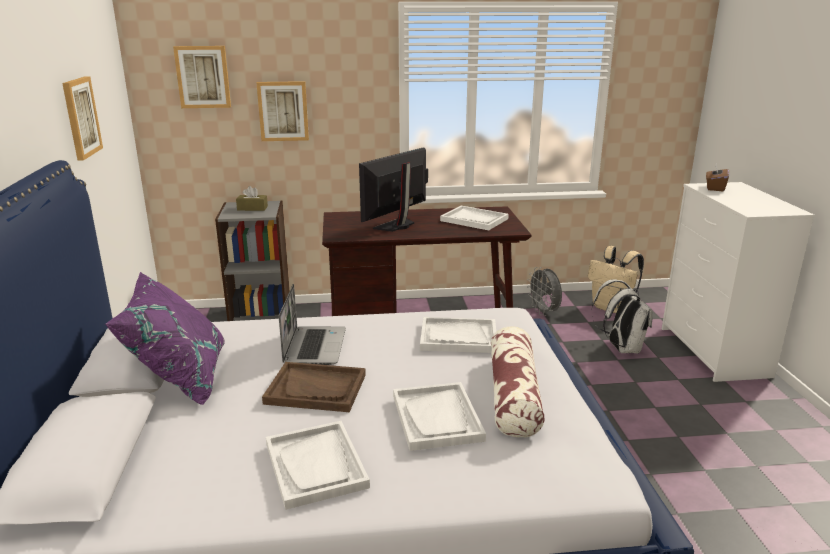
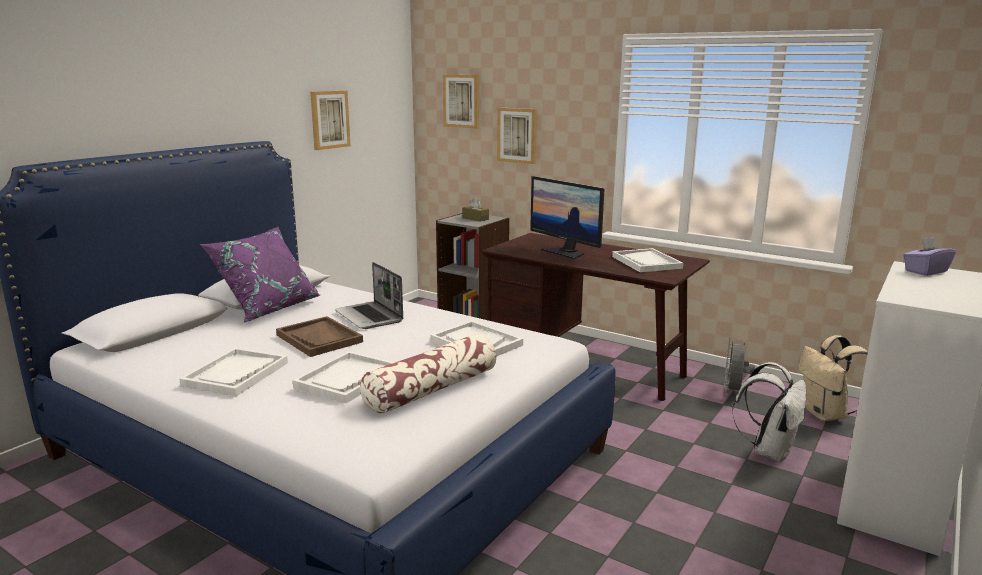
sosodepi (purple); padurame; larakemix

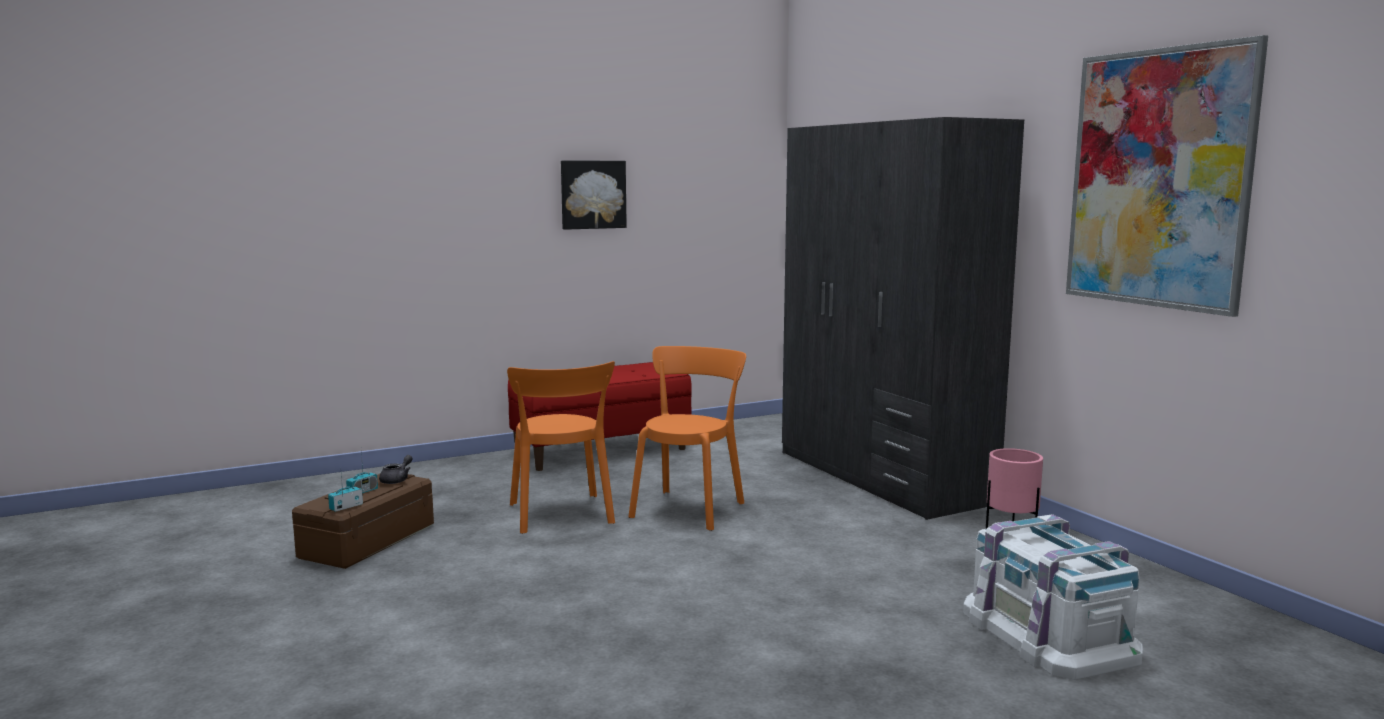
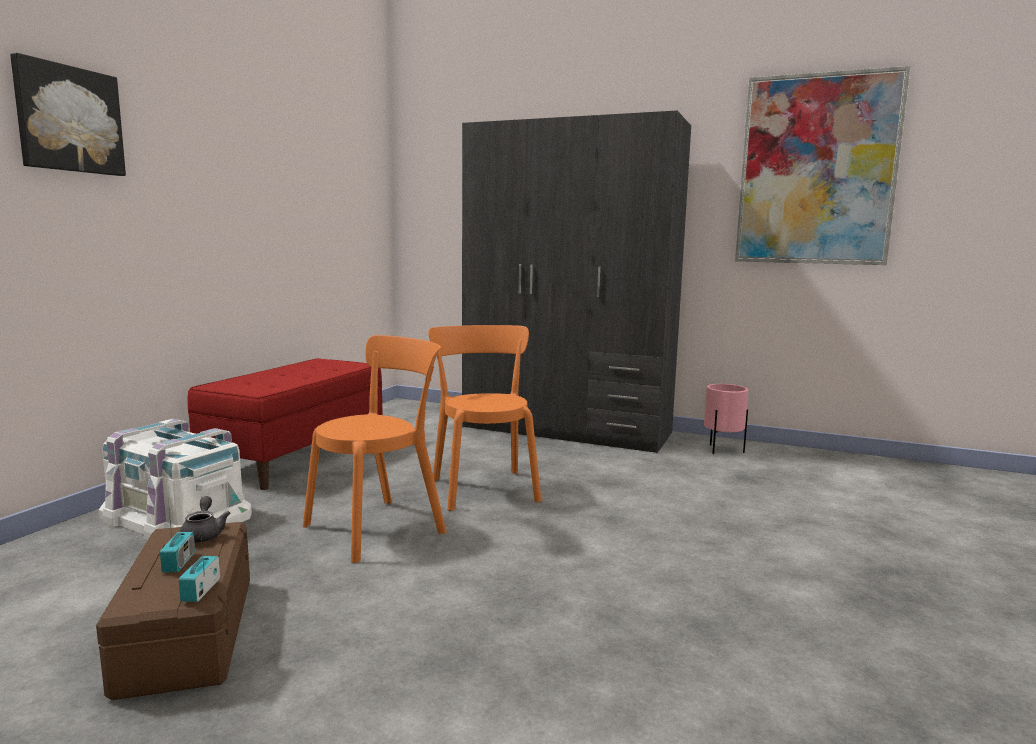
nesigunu (no. 1 from left); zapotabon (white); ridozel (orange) (no. 1 from left)

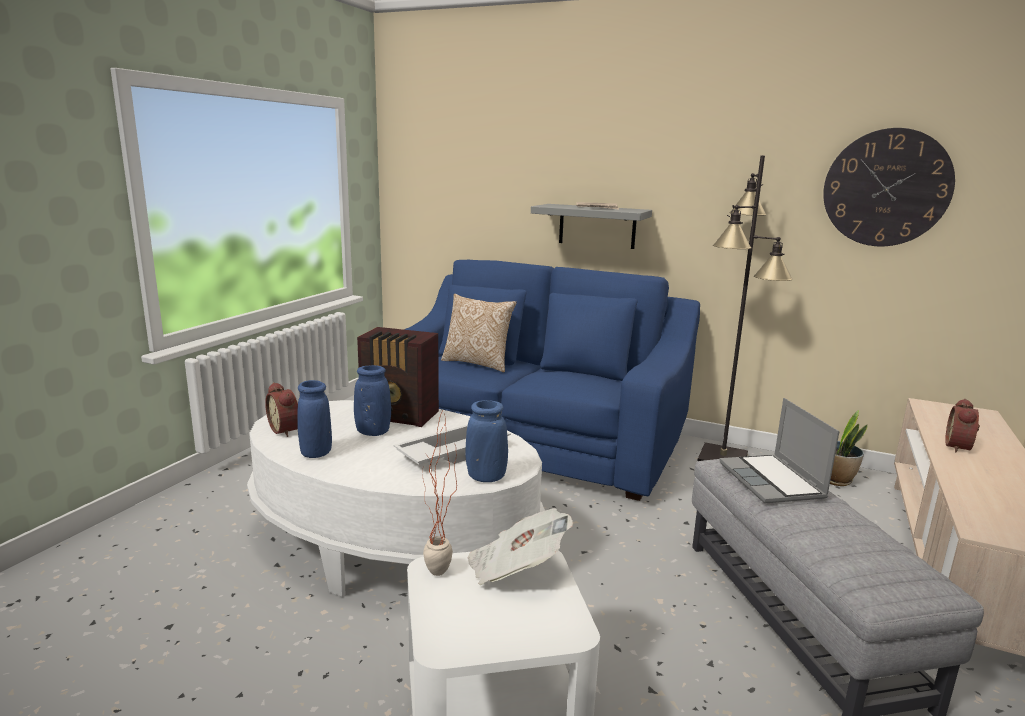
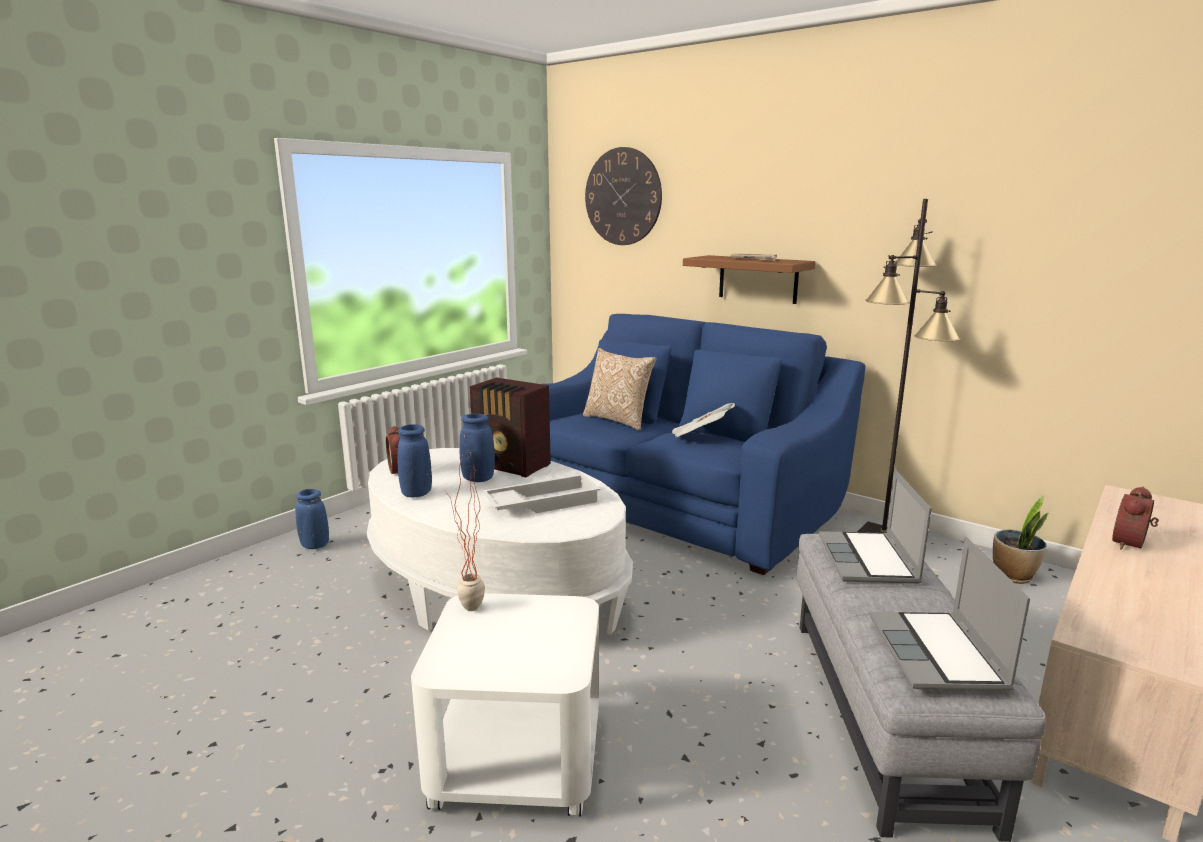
padurame (no. 2 from left); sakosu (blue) (no. 1 from left); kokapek (no. 1 from left); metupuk; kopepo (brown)

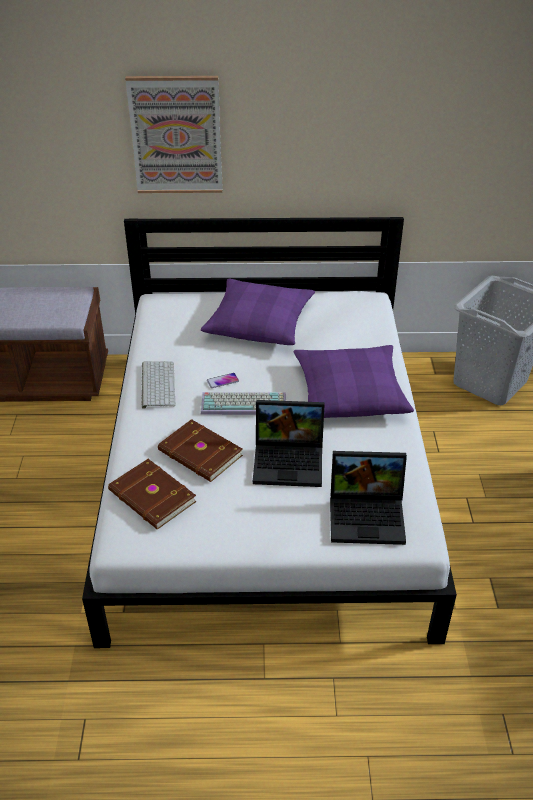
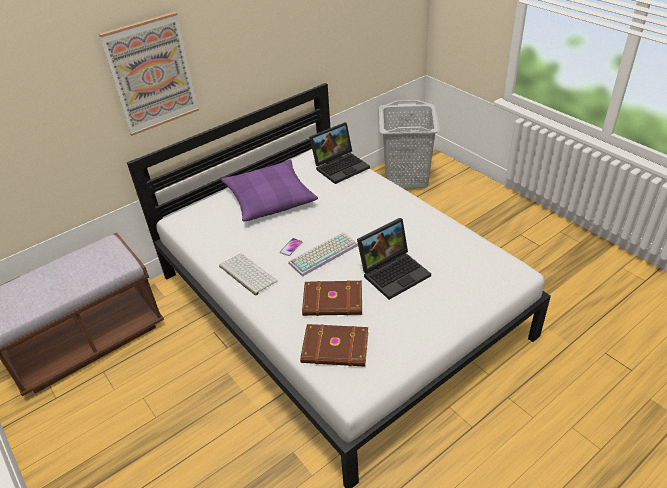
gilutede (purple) (no. 2 from left in the first image); padurame (no. 1 from left)

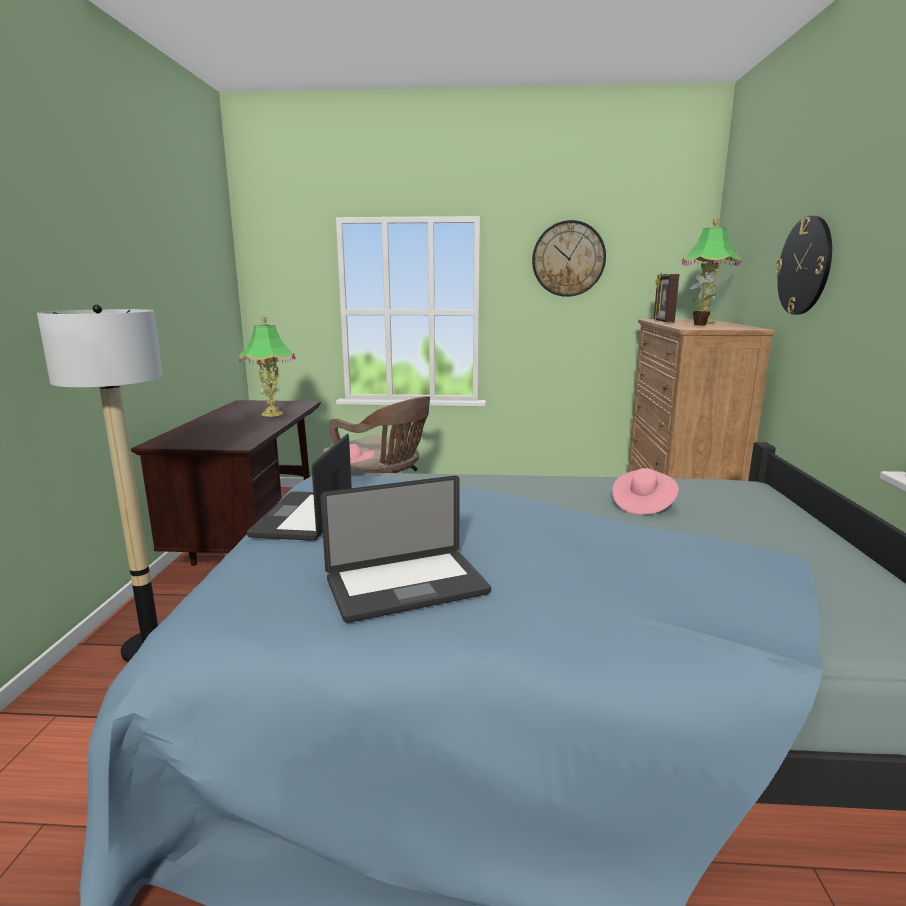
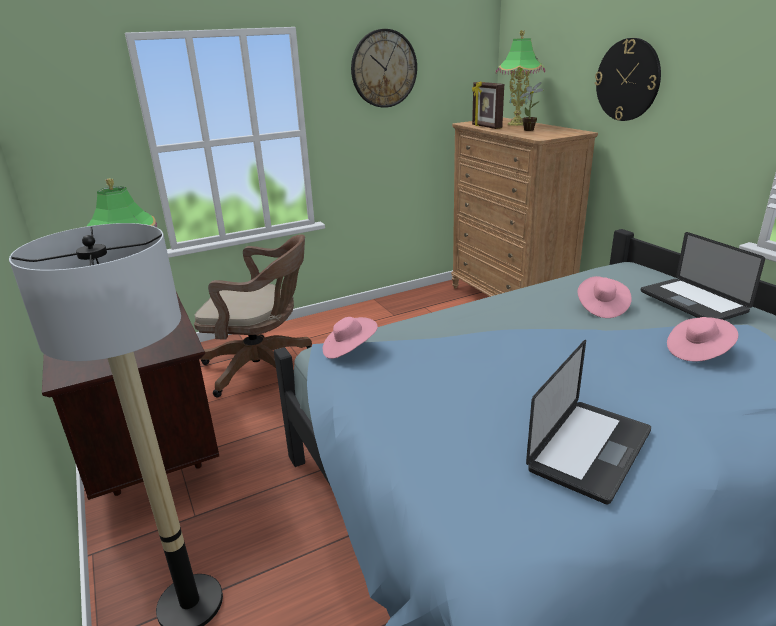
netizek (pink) (no. 3 from left); padurame (no. 2 from left)

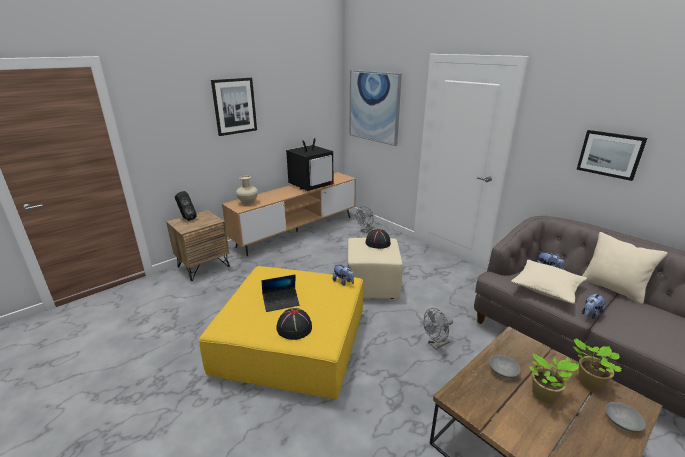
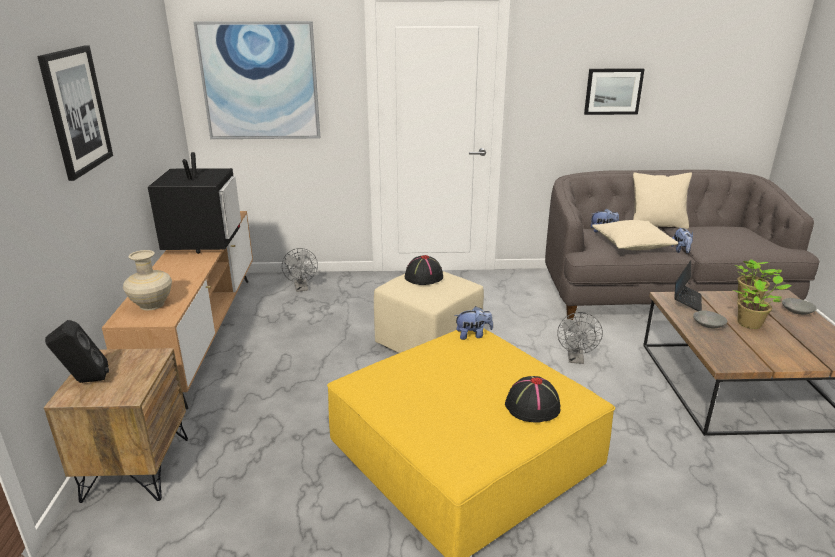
padurame

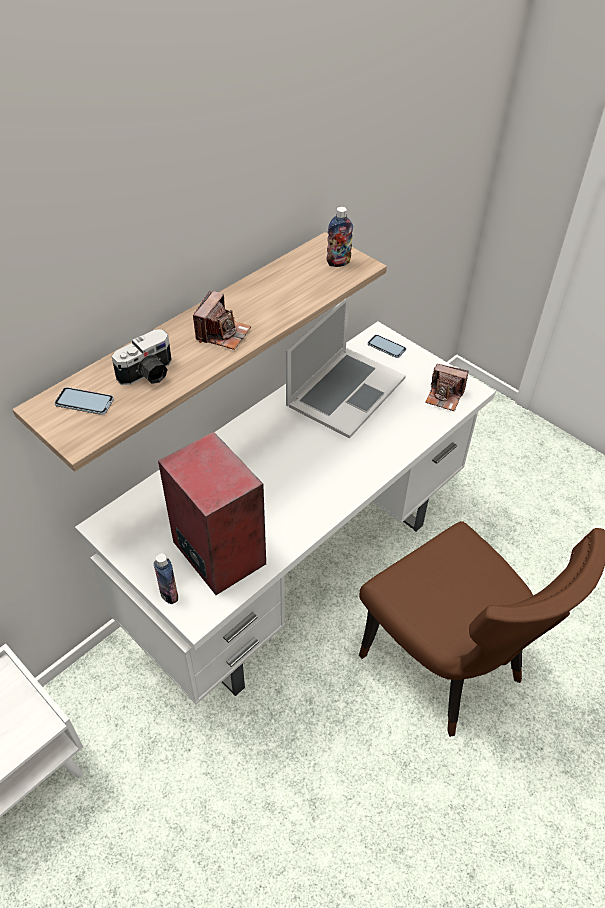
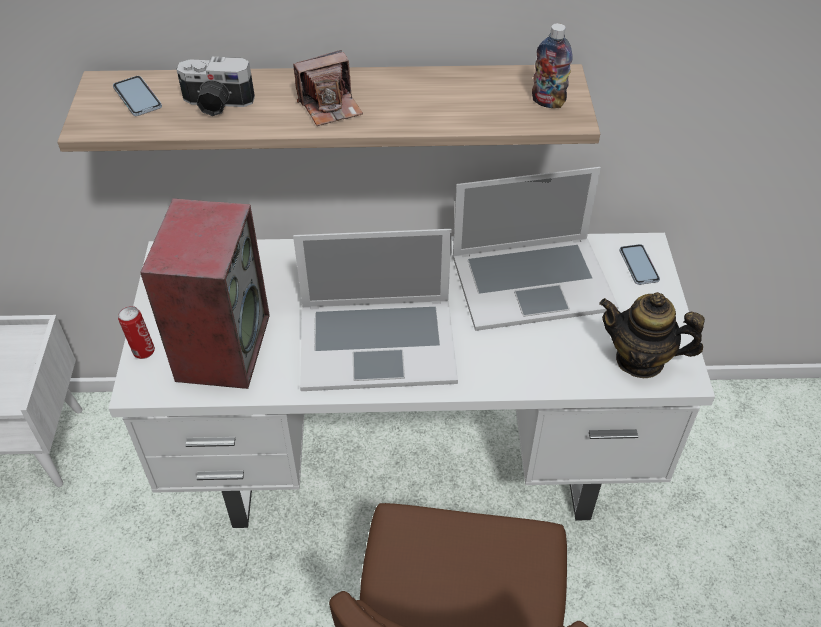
padurame (no. 1 from left); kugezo; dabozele

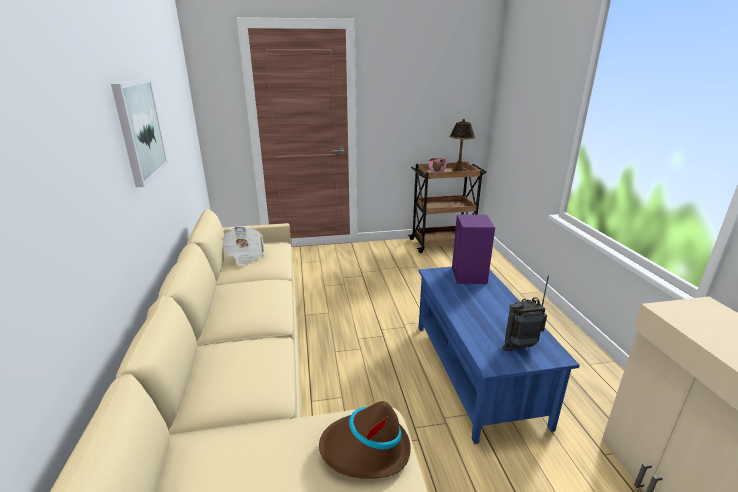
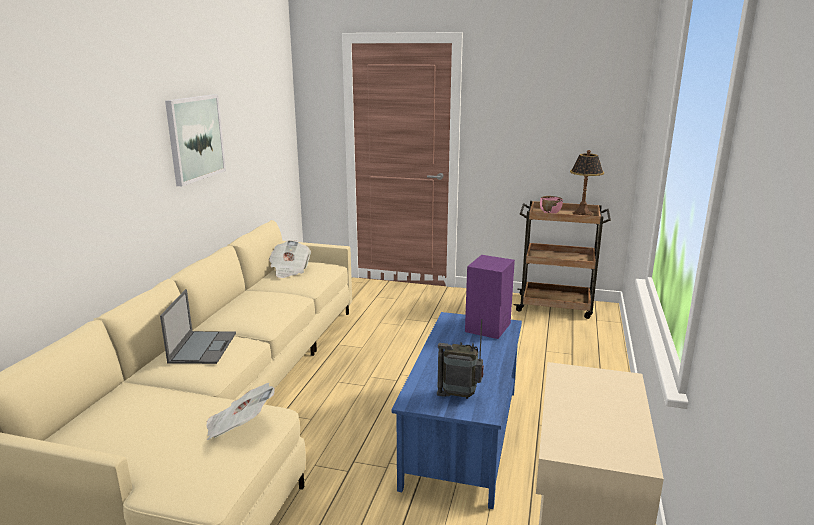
padurame; kokapek (no. 1 from left)

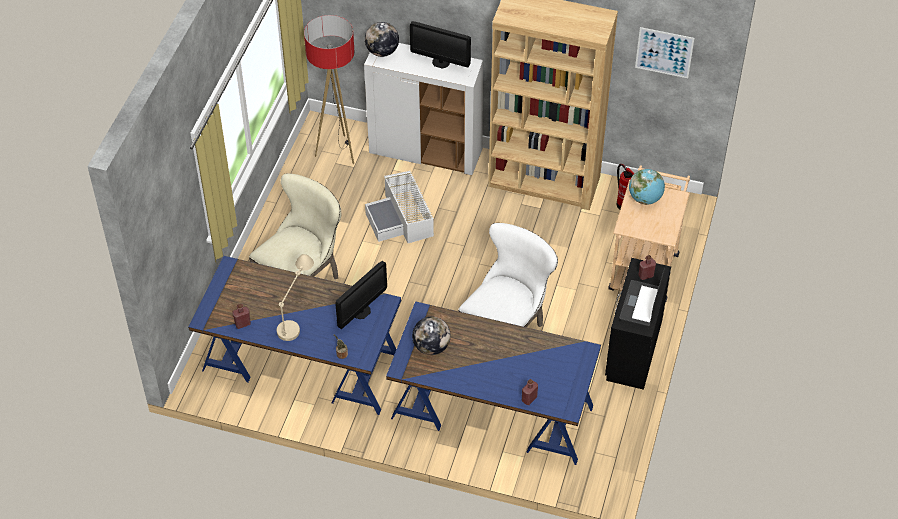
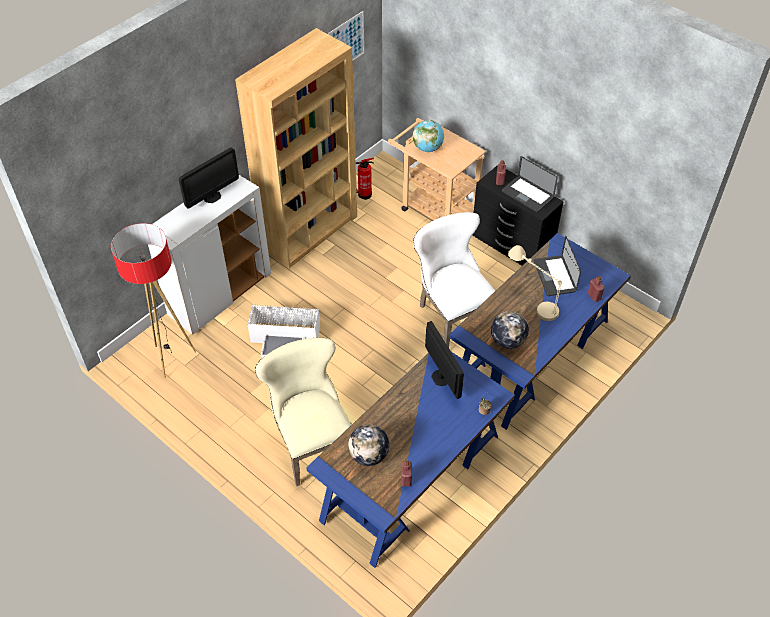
padurame (no. 2 from left); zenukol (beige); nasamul (no. 1 from left)

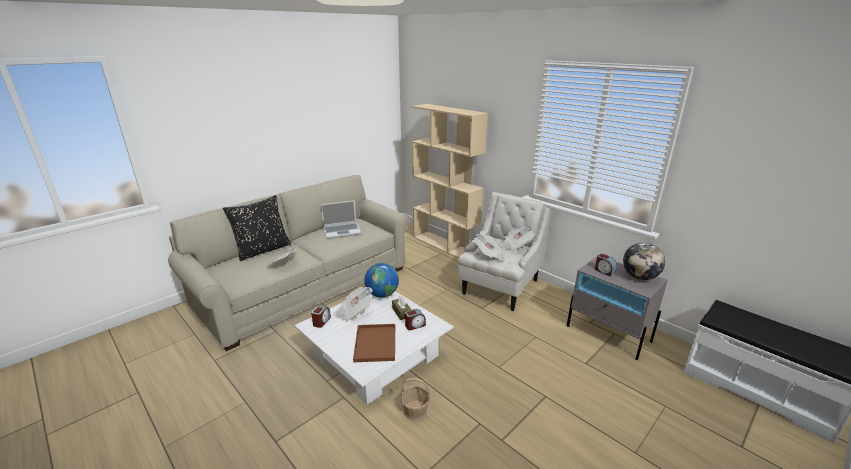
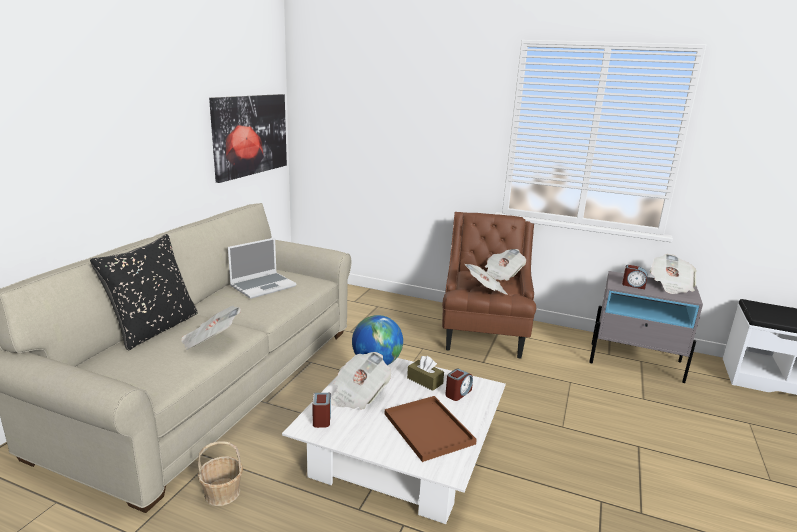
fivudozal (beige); nesigunu; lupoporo; kokapek (no. 5 from left); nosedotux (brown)

